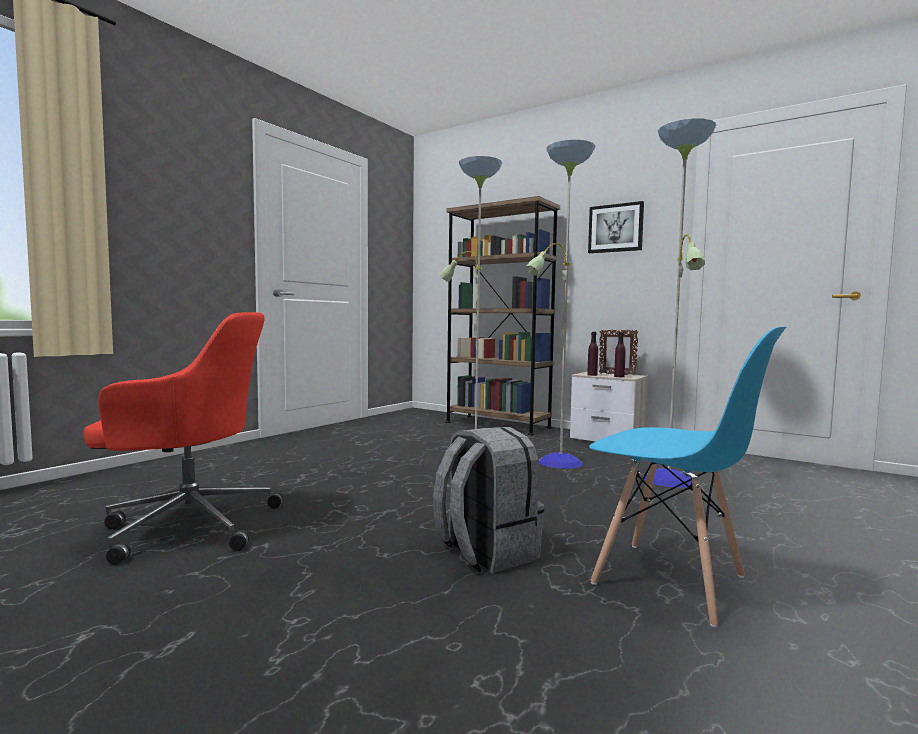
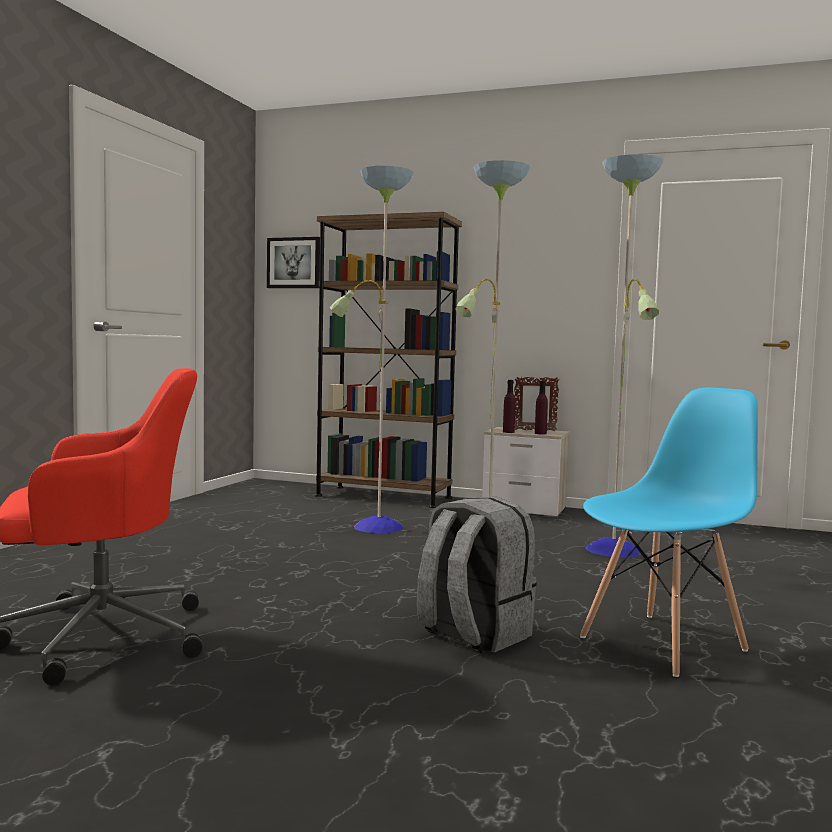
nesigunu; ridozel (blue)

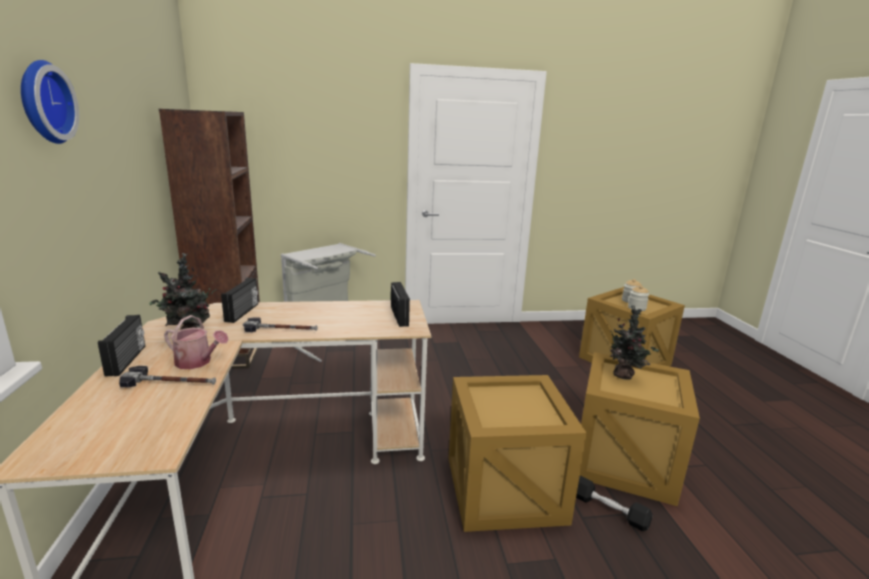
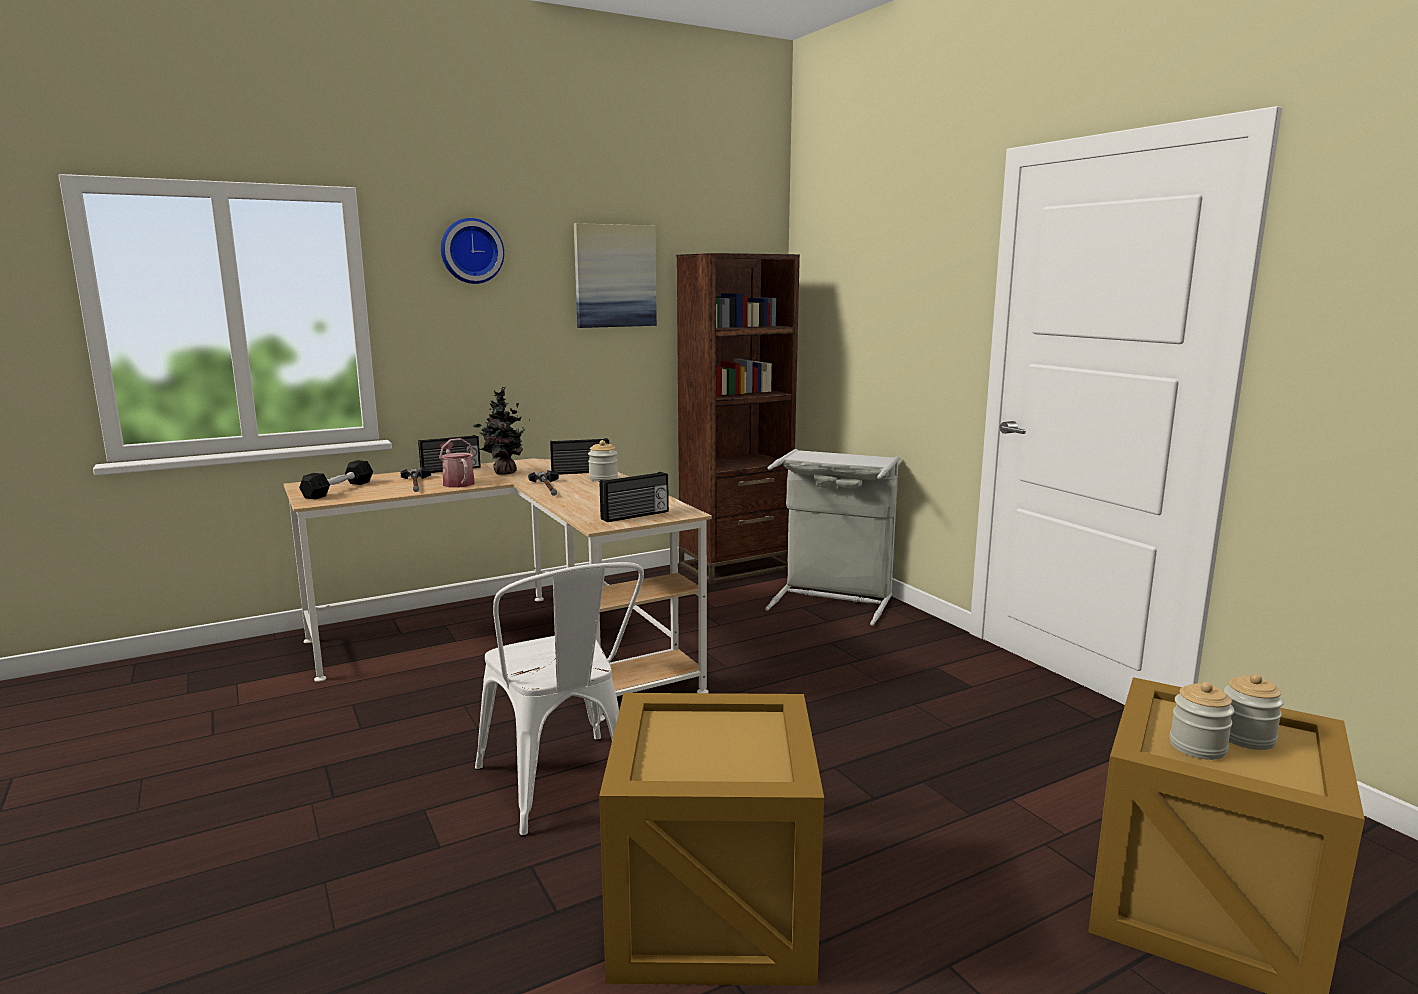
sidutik (no. 2 from left in the first image); nesigunu; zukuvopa (no. 1 from left); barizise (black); ridozel (white); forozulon

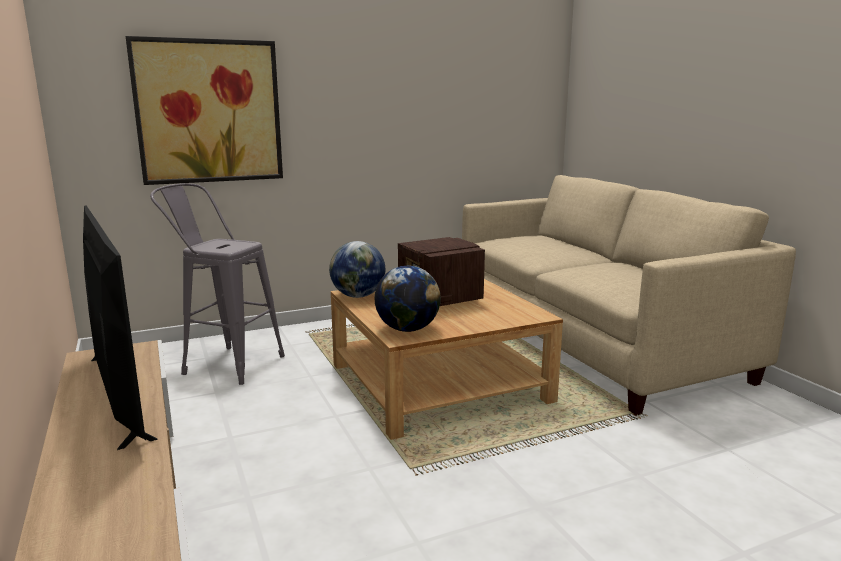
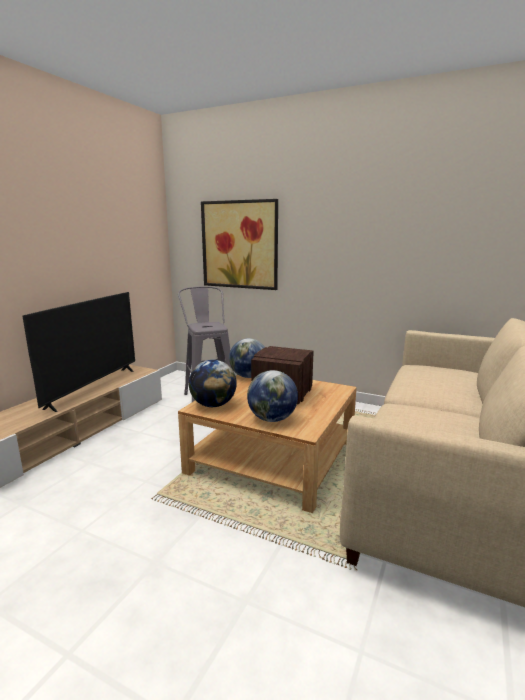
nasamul (no. 3 from left)

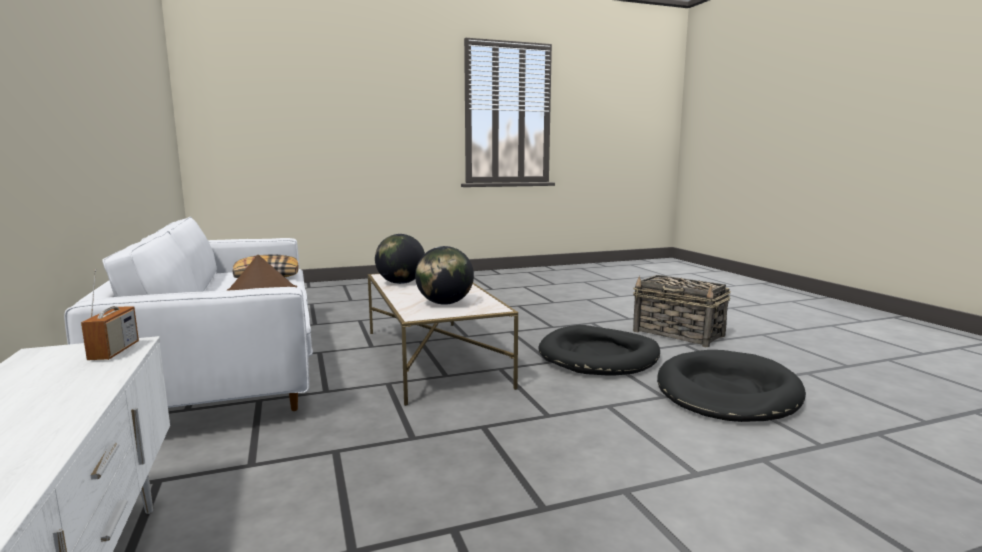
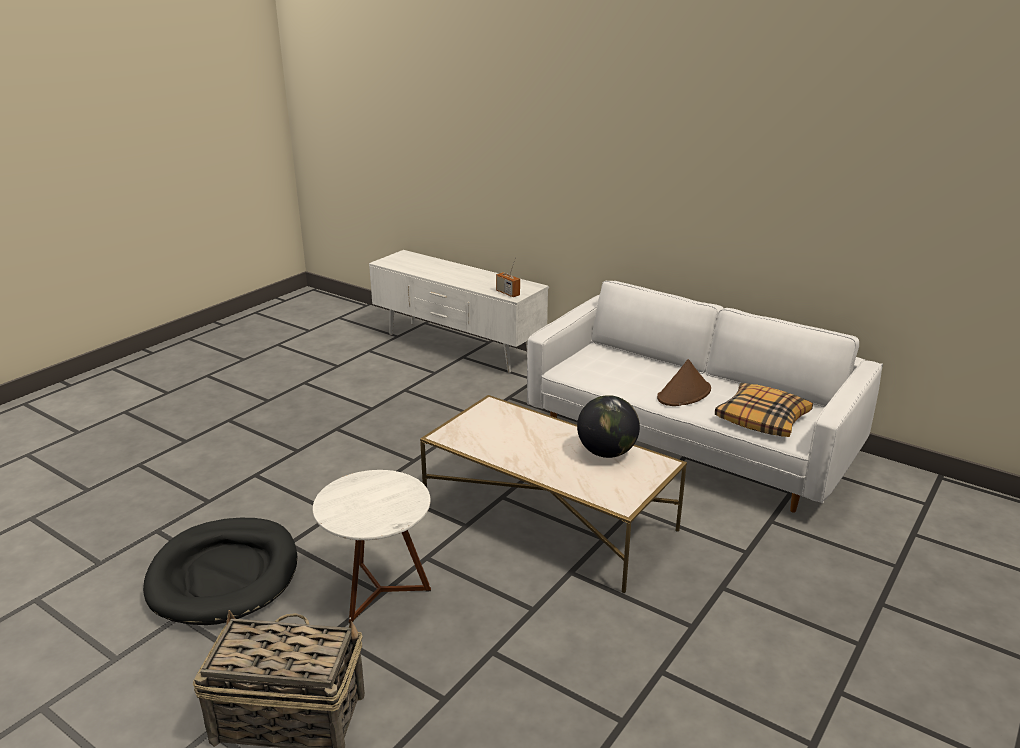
nasamul (no. 2 from left in the first image); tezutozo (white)

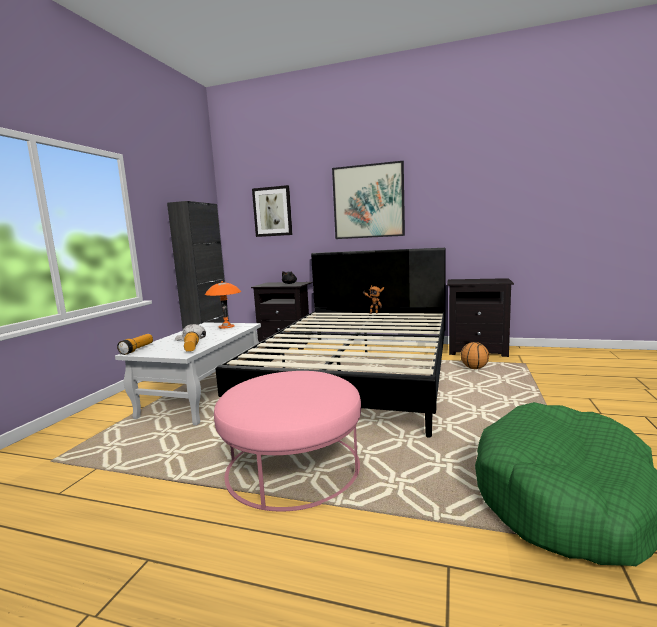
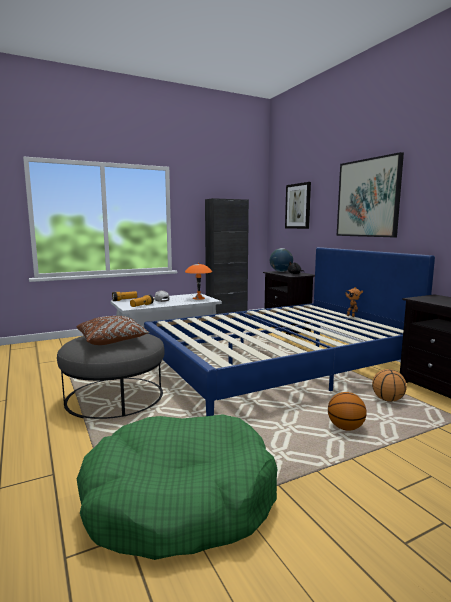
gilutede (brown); nasamul; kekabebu (no. 1 from left); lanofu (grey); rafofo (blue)

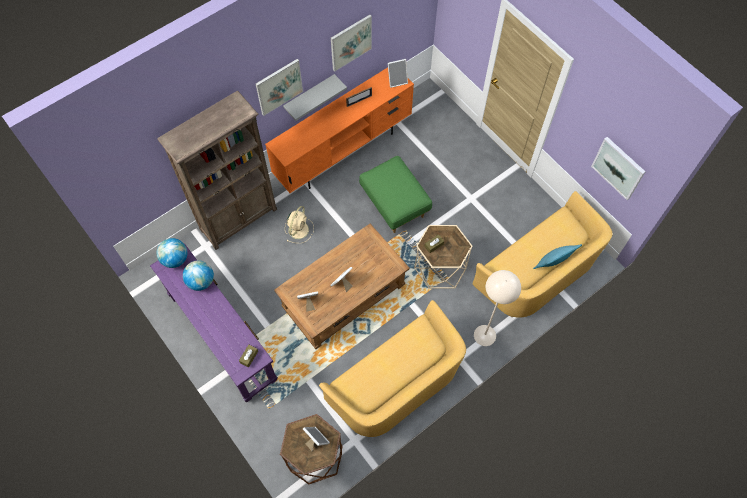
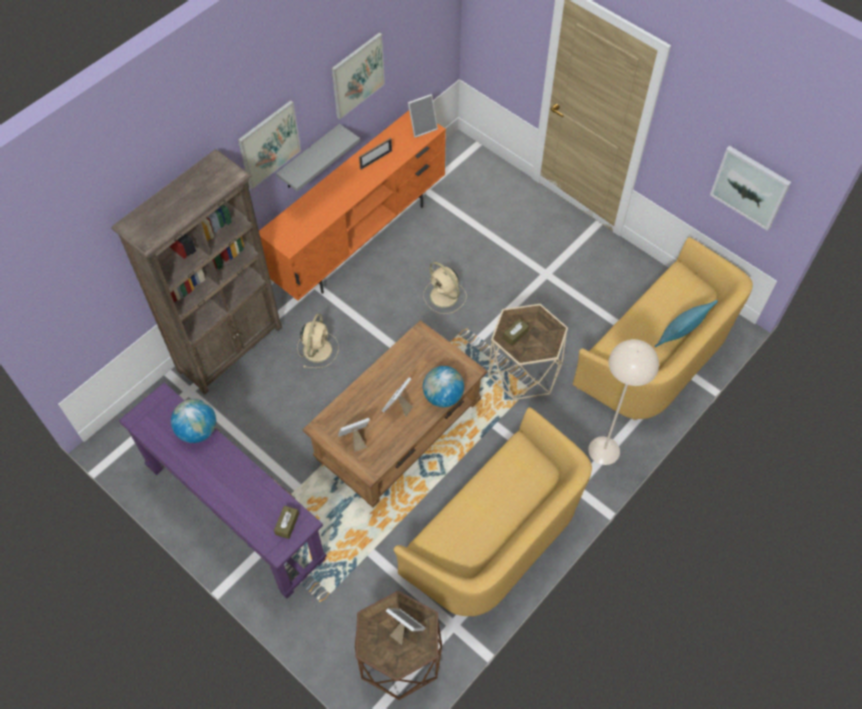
nasamul (no. 2 from left); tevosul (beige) (no. 2 from left)

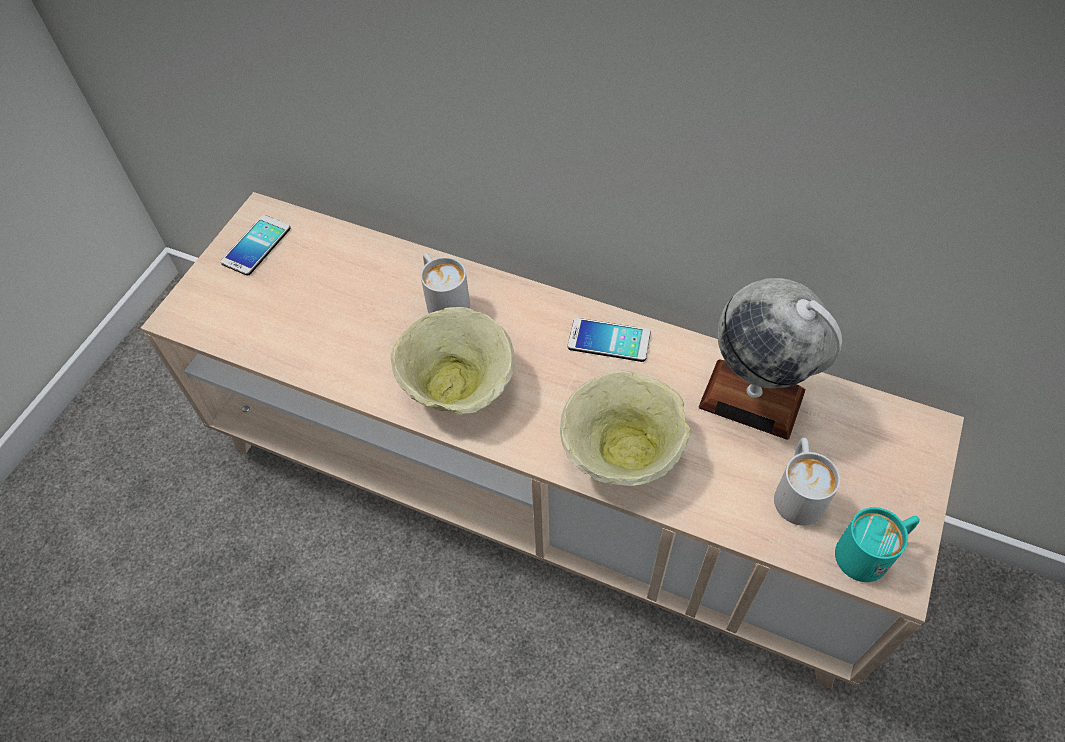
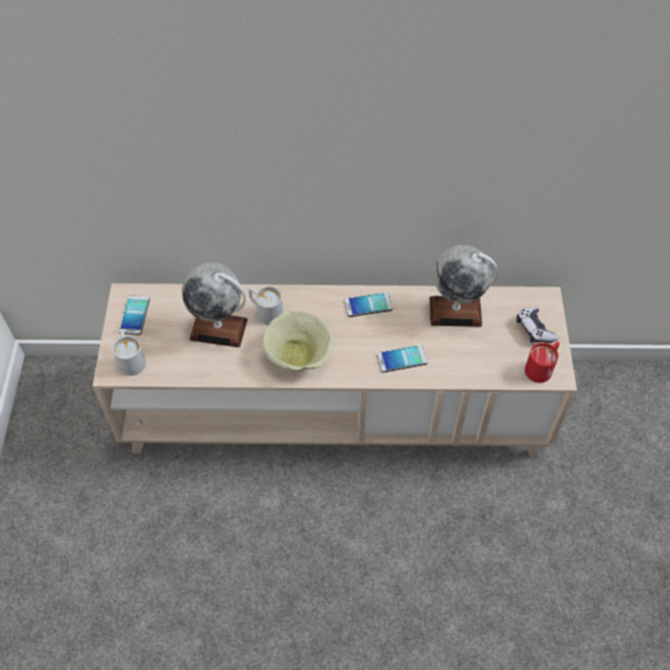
nasamul (no. 1 from left); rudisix; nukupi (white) (no. 1 from left); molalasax (no. 3 from left); nukupi (red)

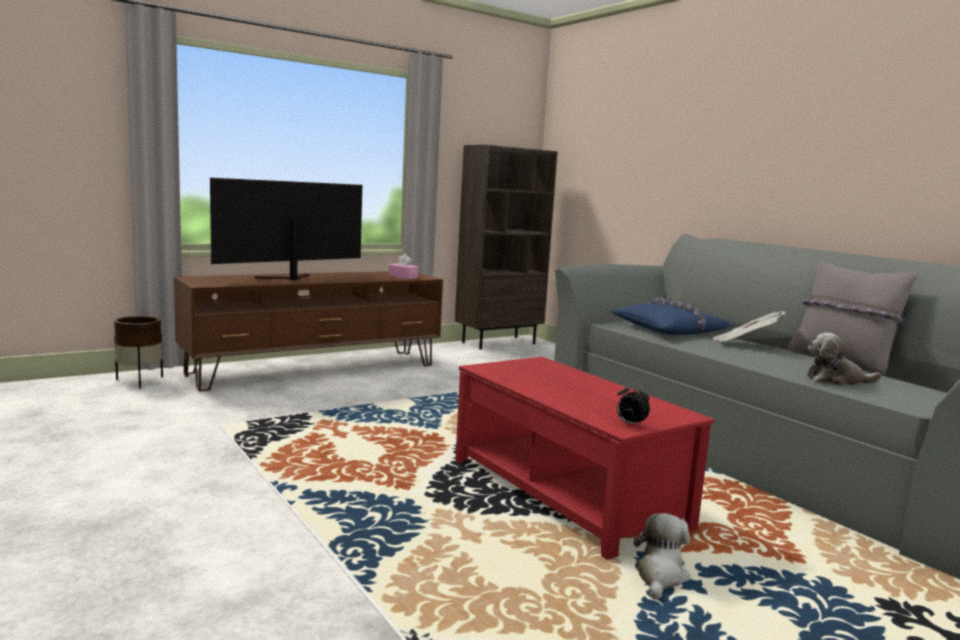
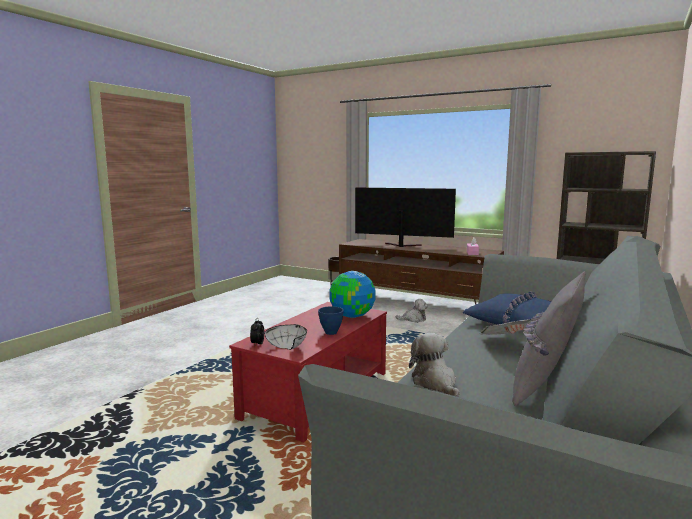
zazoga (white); zazoga (blue); nasamul; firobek (no. 1 from left)

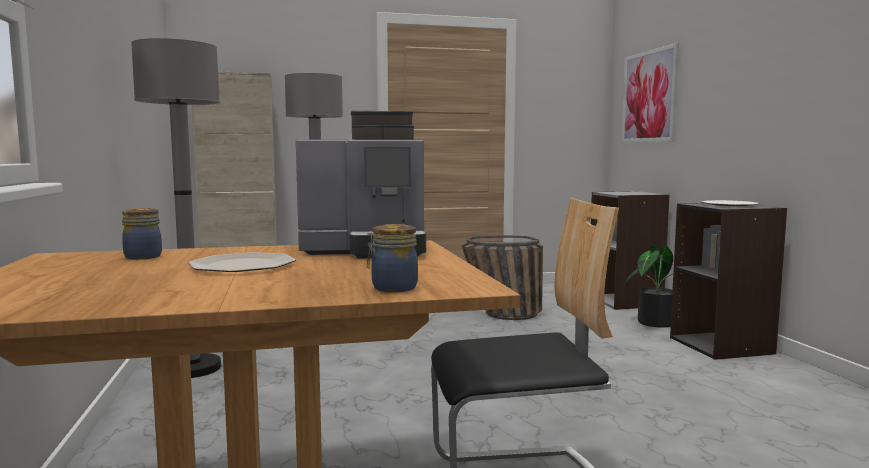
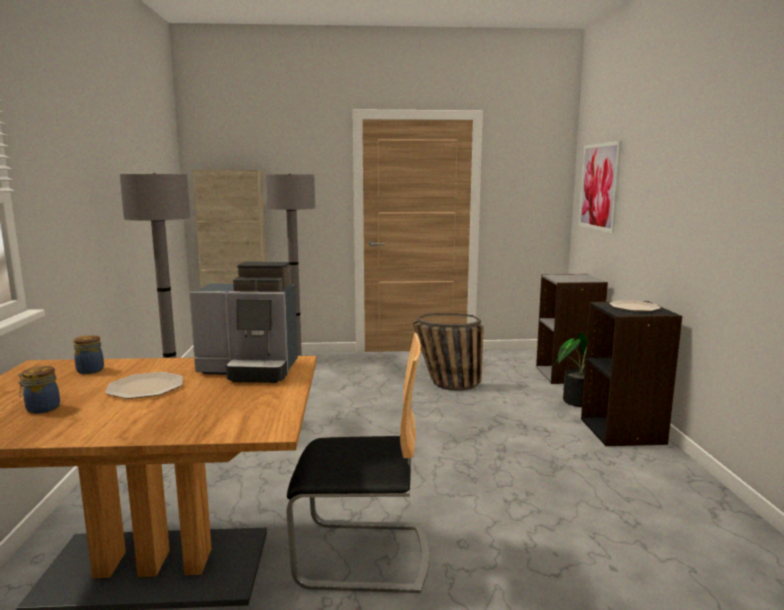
zukuvopa (no. 1 from left)

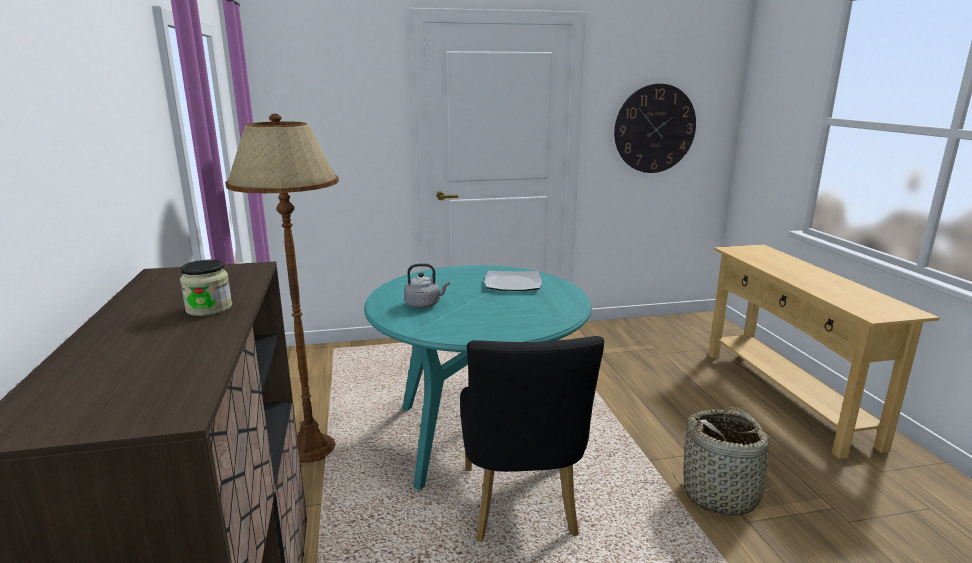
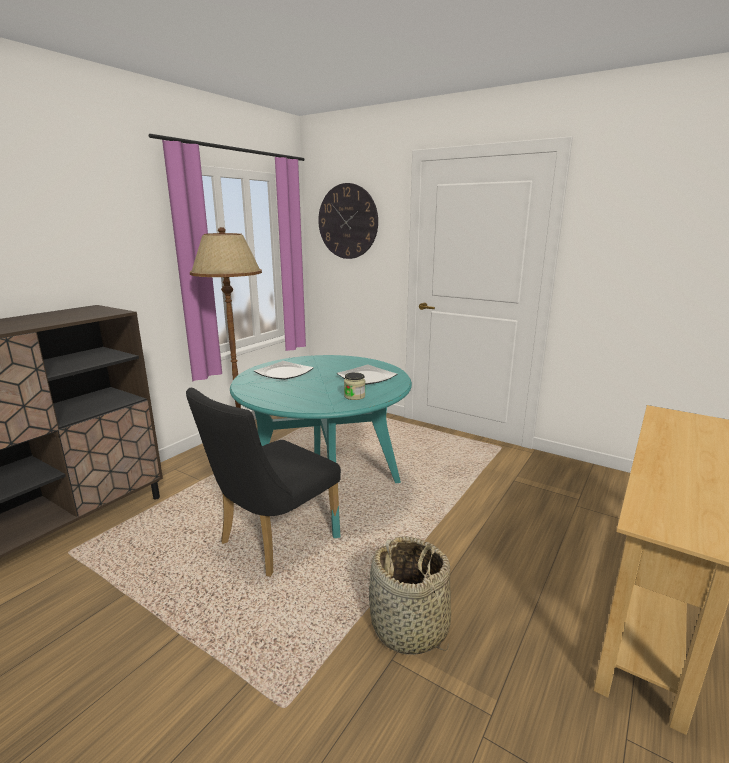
zukuvopa; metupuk; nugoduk (no. 1 from left)

